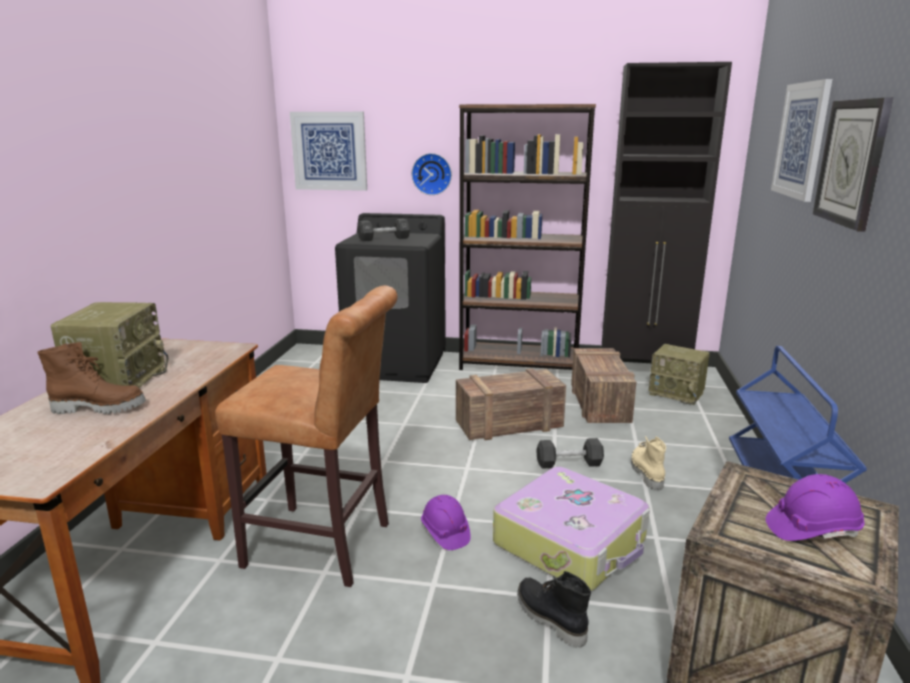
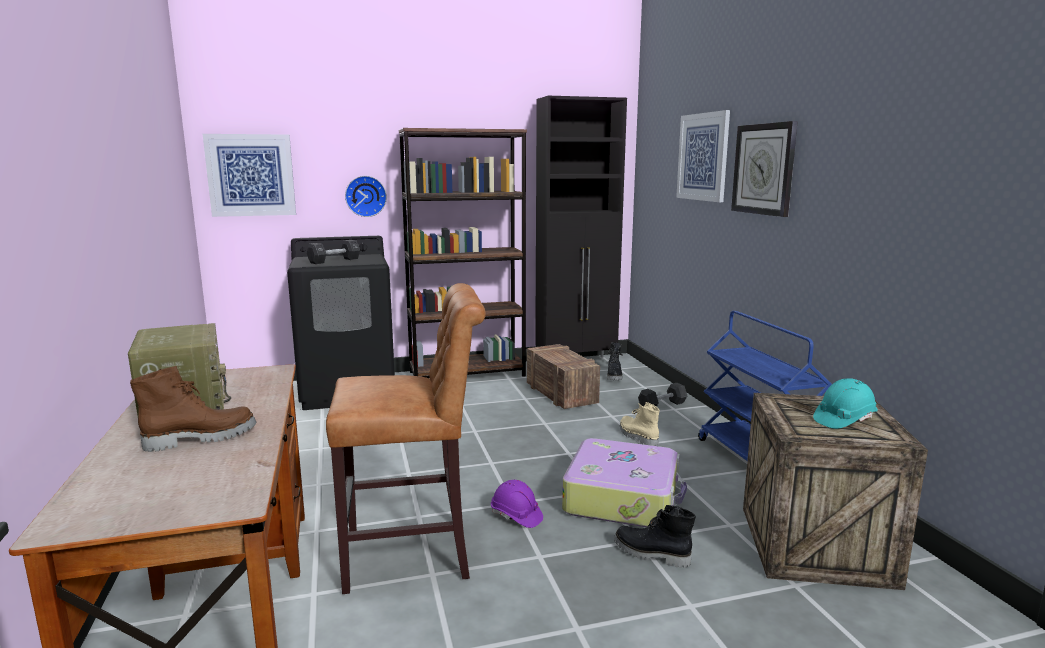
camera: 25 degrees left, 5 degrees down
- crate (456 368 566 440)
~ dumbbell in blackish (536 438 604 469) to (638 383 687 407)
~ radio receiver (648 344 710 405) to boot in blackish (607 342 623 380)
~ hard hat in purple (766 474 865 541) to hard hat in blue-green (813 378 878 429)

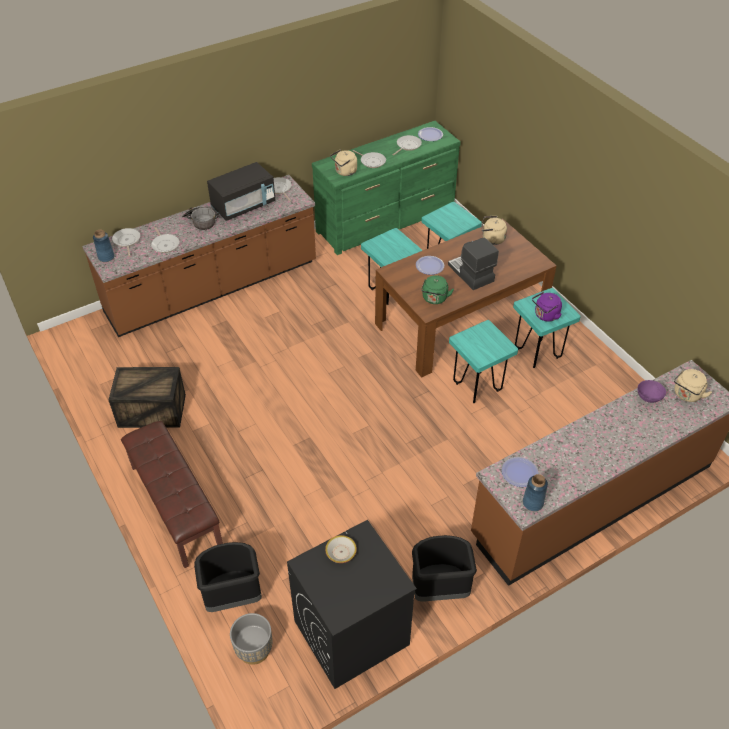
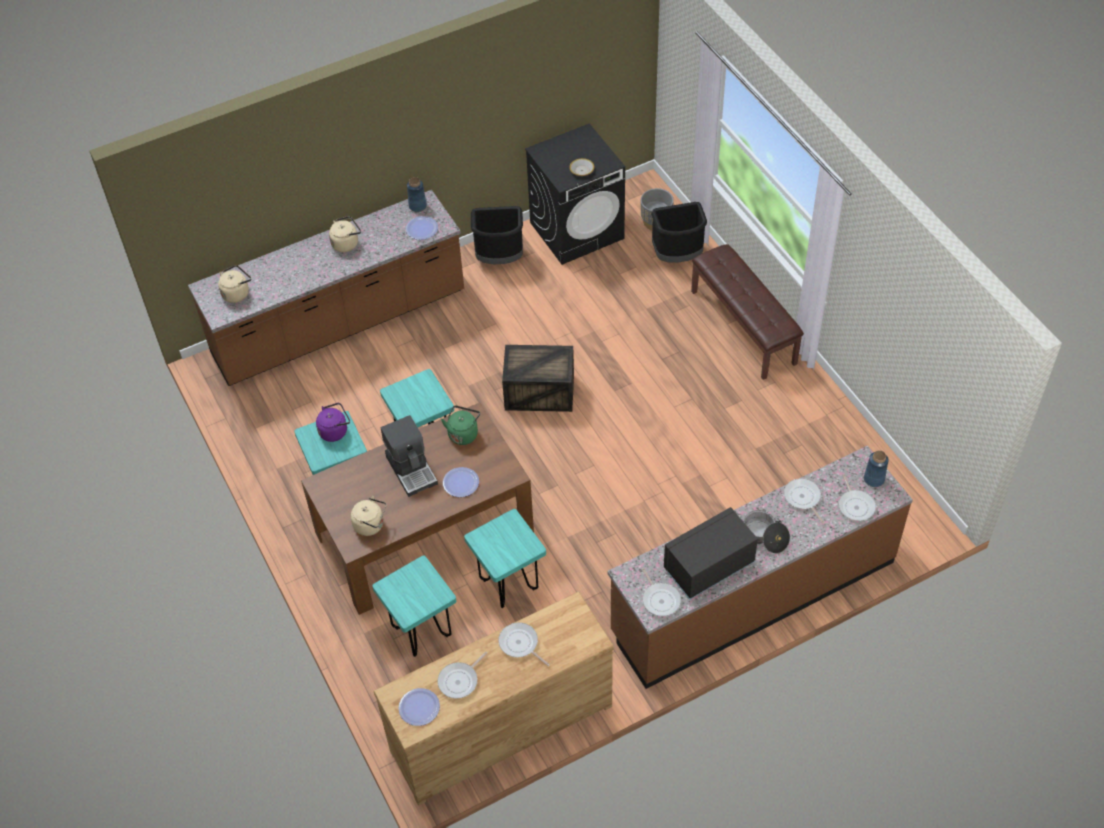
camera: 175 degrees left, 5 degrees up
~ crate (109 367 186 428) to (502 345 574 412)
~ drawer chest in green-coloured (312 121 461 255) to drawer chest in brownish (374 592 614 806)
~ tea kettle in beige-coloured (330 149 357 176) to (329 216 361 252)
- bowl in purple (637 380 666 403)

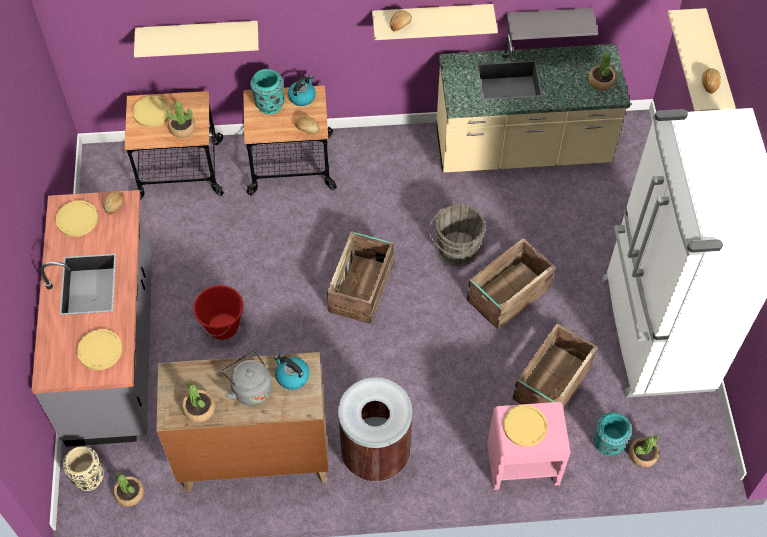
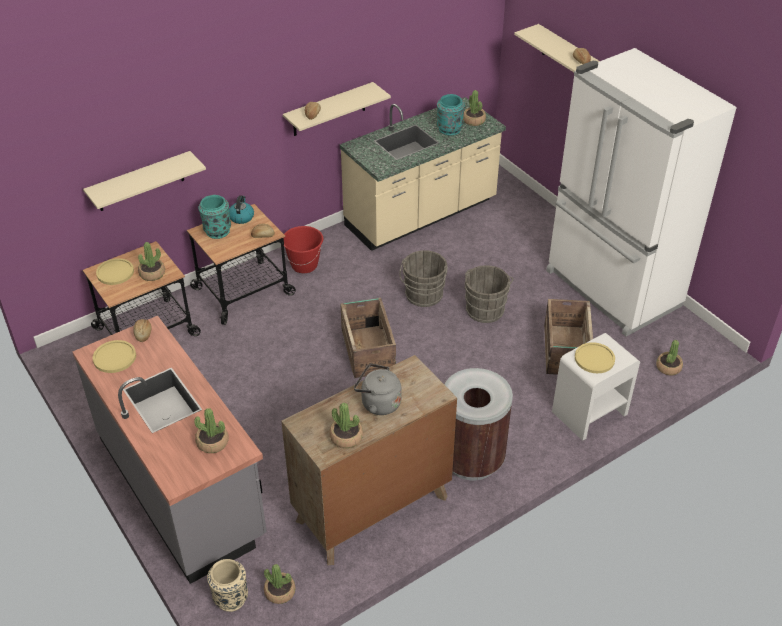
camera: 30 degrees left, 15 degrees down
~ dinner plate in yellowish (77 329 122 370) to plant in a pot (194 408 229 453)
~ pail in red (193 285 243 340) to (284 226 323 273)
- tea kettle (274 354 310 390)
~ crate (467 238 555 330) to pail in grey (465 265 513 323)
~ nightstand in pinkish (487 402 571 490) to nightstand in white-coloured (552 333 640 441)
- shelf in grey (507 8 598 40)
~ decorative vase in blue-green (593 412 632 456) to (437 94 465 135)

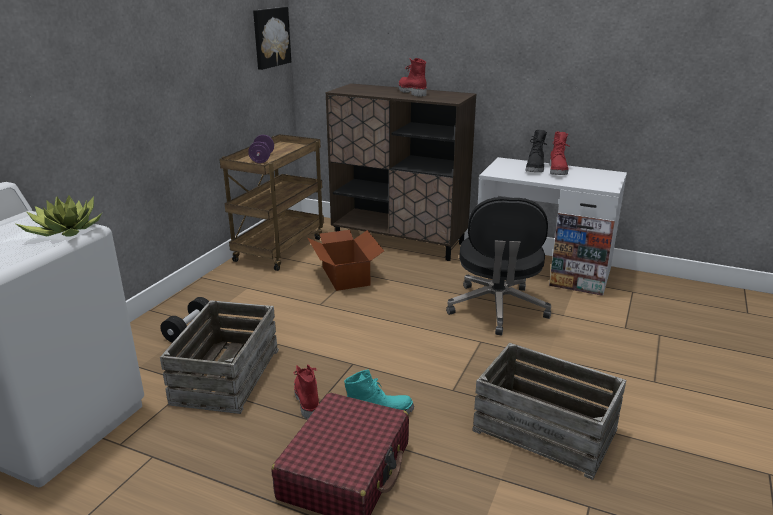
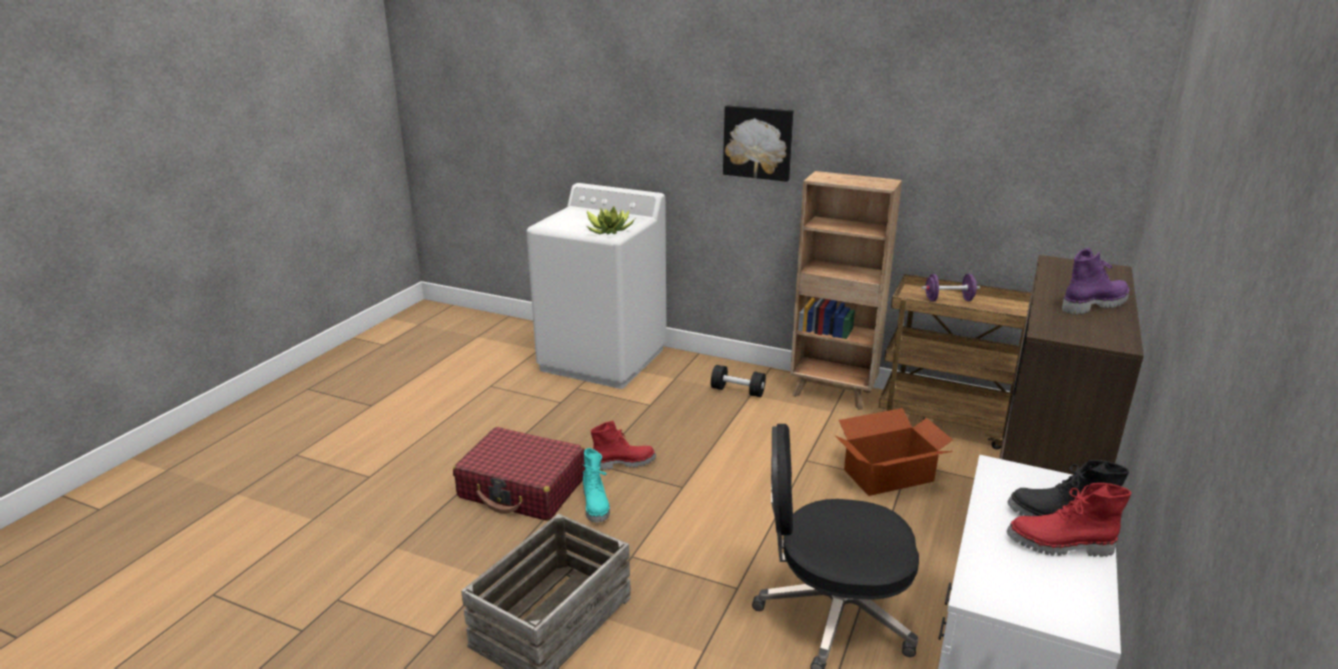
camera: 90 degrees right, 0 degrees up
- crate (160 300 279 414)
~ picture (253 7 291 70) to (723 105 794 182)
~ boot in red (399 58 427 97) to boot in purple (1062 248 1129 315)
+ bookshelf in brownish (790 171 902 410)

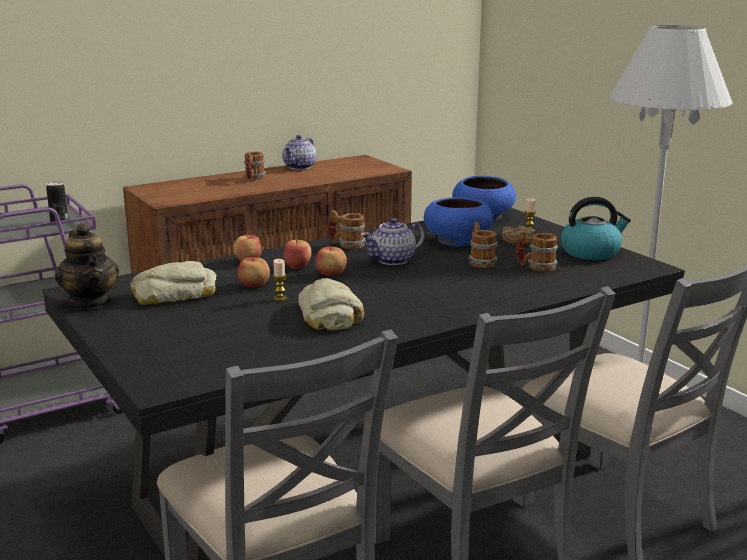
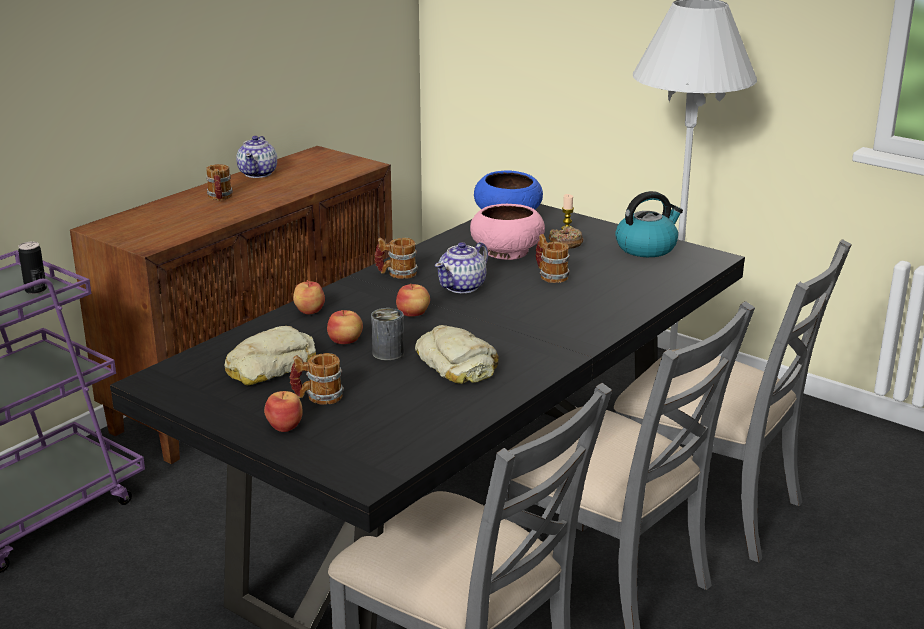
camera: 20 degrees left, 5 degrees up
- tea pot (55 223 119 309)
~ candle (272 259 287 301) to sealed can (371 308 404 361)
~ whole apple (283 238 312 269) to (264 391 303 432)
~ bowl in blue-coloured (424 197 493 247) to bowl in pinkish (470 204 545 260)
~ tea mug (516 230 558 272) to (290 353 344 405)

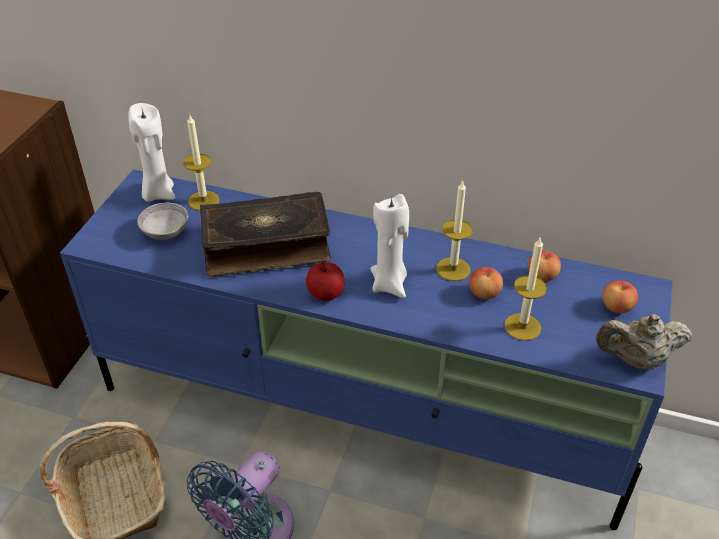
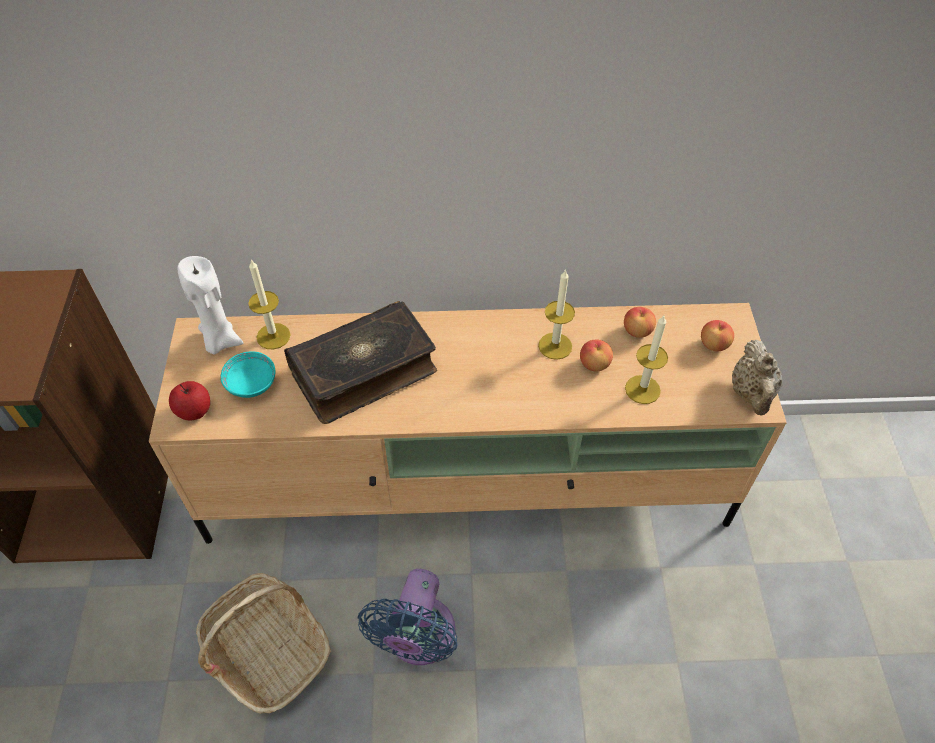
camera: 20 degrees left, 10 degrees up
~ media console in blue-coloured (60 169 673 530) to media console in beige-coloured (149 303 787 544)
~ bowl in grey (137 203 188 240) to bowl in blue-green (220 352 275 398)
~ whole apple (306 262 345 301) to (169 381 210 420)
- candle in white-coloured (371 194 409 298)
~ tea pot in beige-coloured (596 314 692 370) = (732 339 782 416) 60 degrees counterclockwise

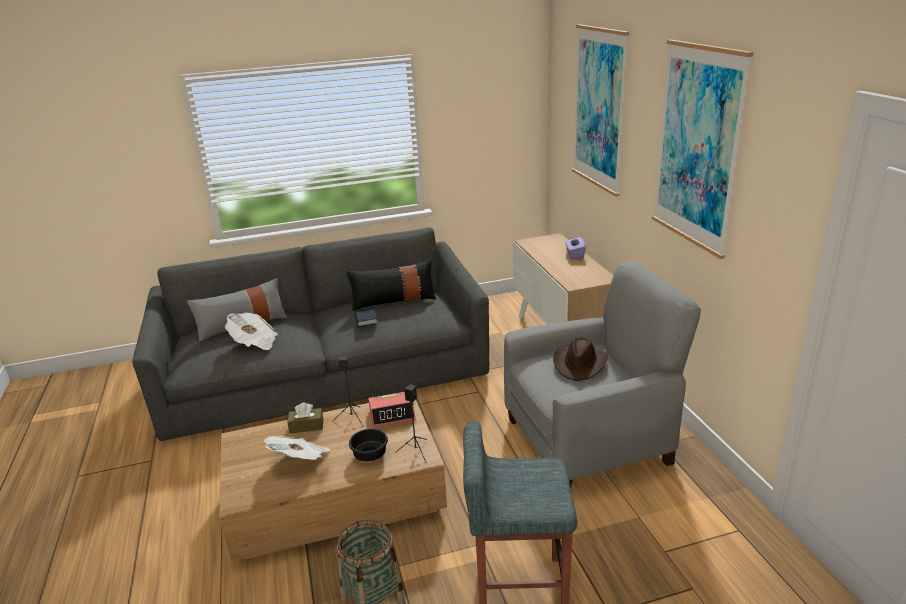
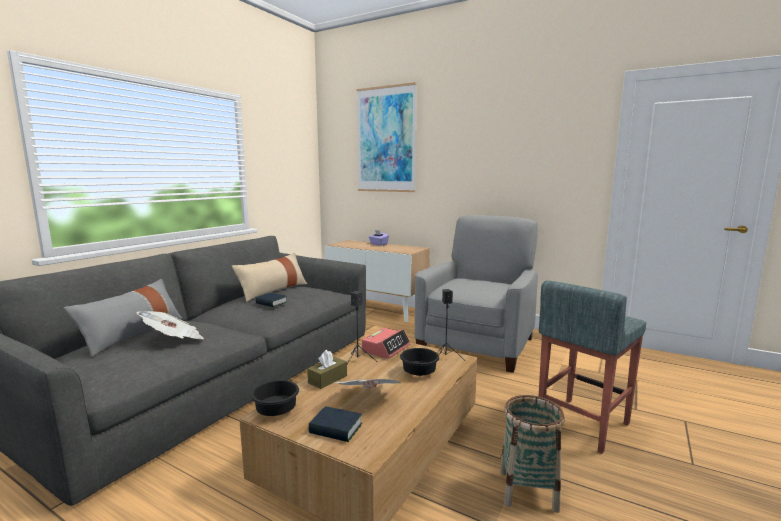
camera: 45 degrees left, 15 degrees down
~ cushion in blackish (346 260 436 311) to cushion in beige-coloured (232 253 307 302)
- hat in brownish (553 337 608 381)
- picture (652 40 753 259)
+ bowl in blackish (251 380 299 416)
+ book (308 406 362 442)

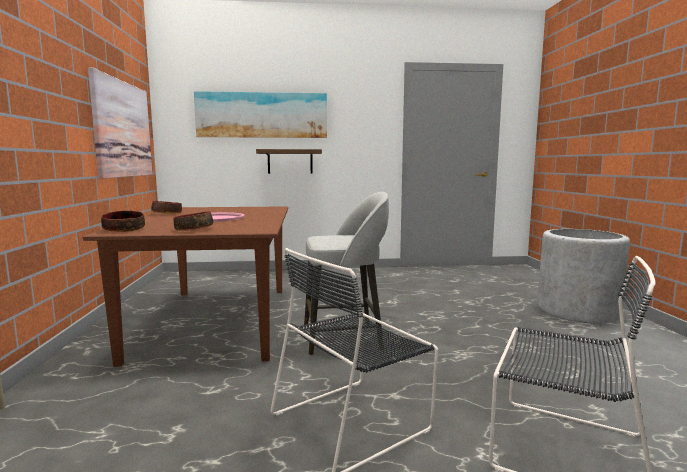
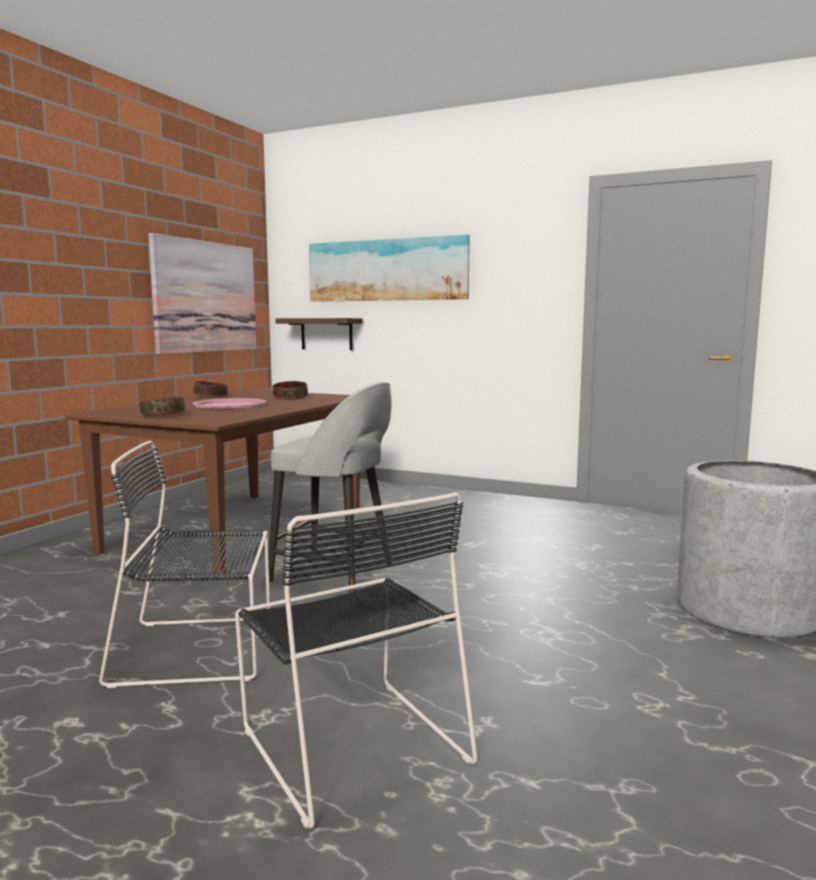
camera: 30 degrees right, 0 degrees up
~ bowl (101 211 145 232) to (272 381 308 400)
~ shelf (256 149 322 174) to (275 318 362 350)

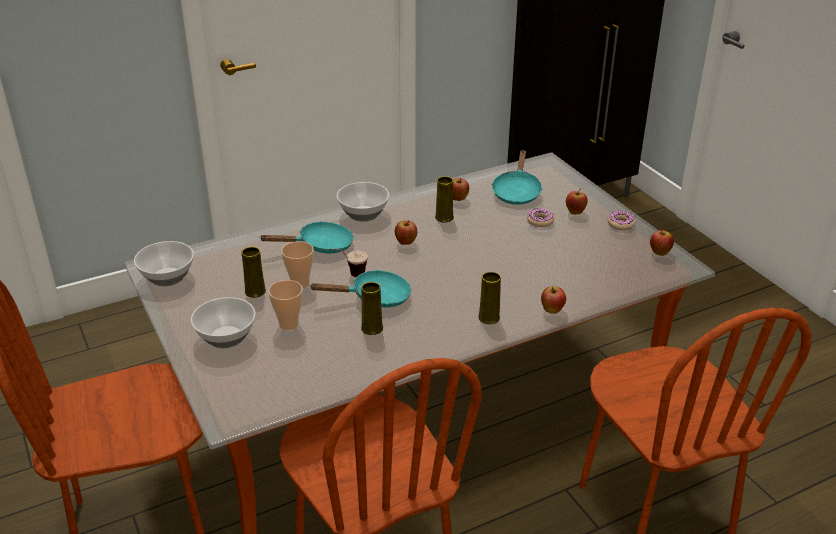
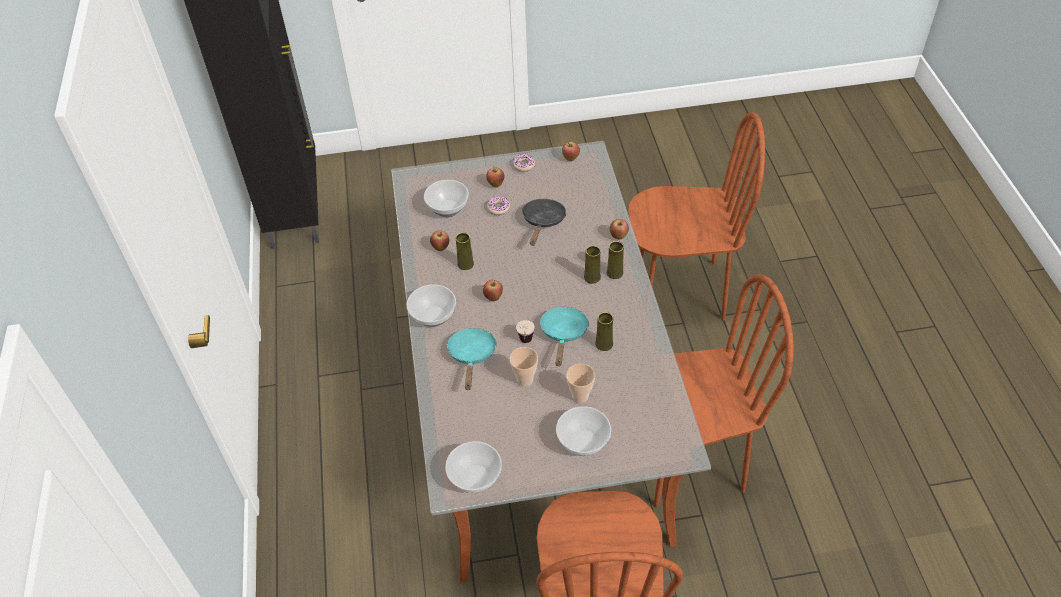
camera: 70 degrees left, 15 degrees up
~ decorative vase in yellowish (242 247 266 298) to (584 246 601 284)
~ pan in blue-green (492 150 543 205) to bowl (424 180 469 217)
+ pan in blackish (522 199 567 246)

